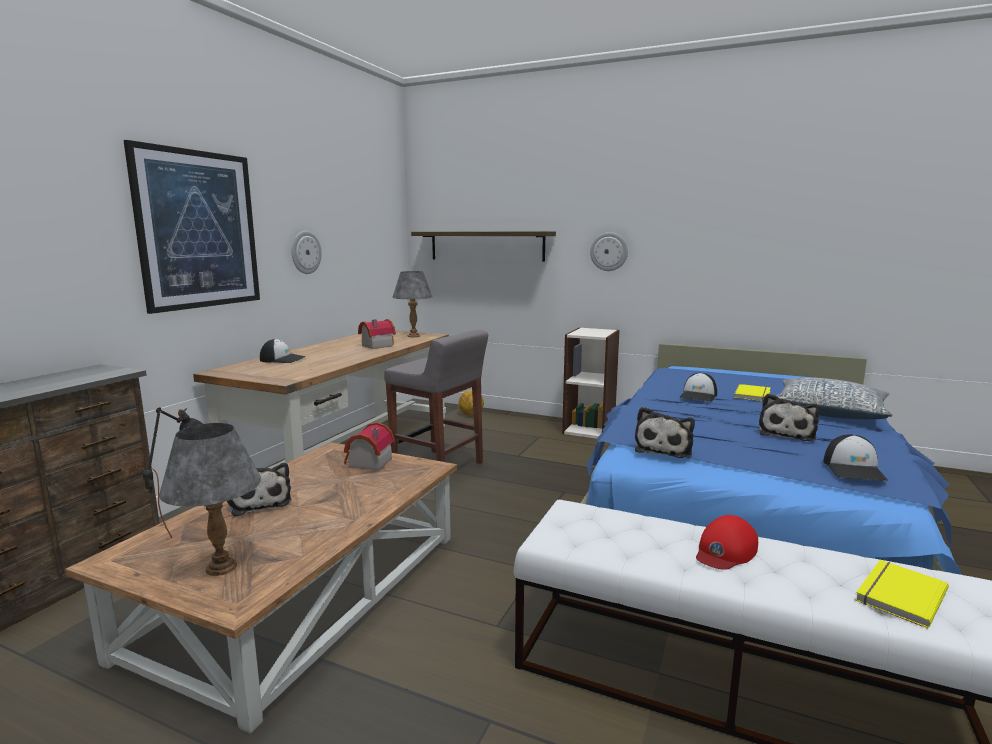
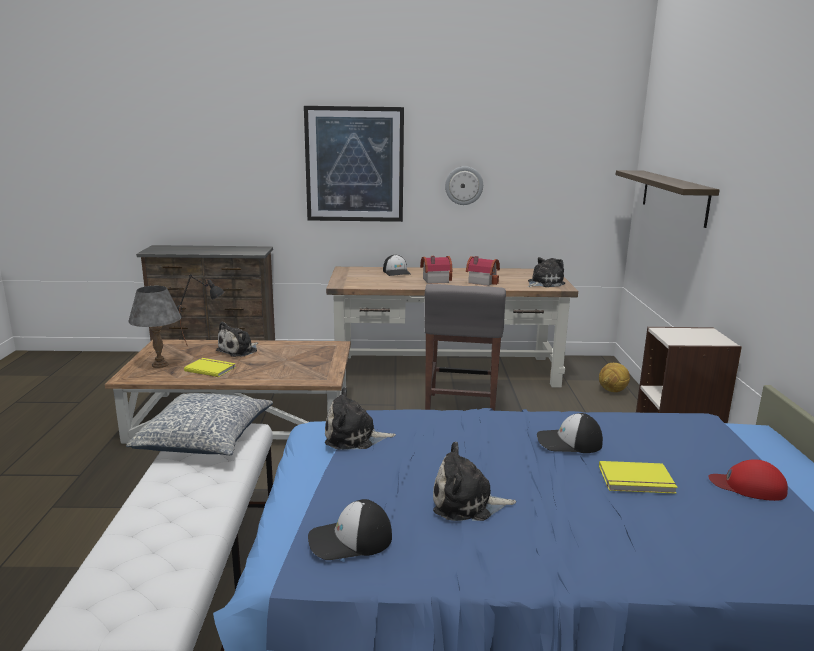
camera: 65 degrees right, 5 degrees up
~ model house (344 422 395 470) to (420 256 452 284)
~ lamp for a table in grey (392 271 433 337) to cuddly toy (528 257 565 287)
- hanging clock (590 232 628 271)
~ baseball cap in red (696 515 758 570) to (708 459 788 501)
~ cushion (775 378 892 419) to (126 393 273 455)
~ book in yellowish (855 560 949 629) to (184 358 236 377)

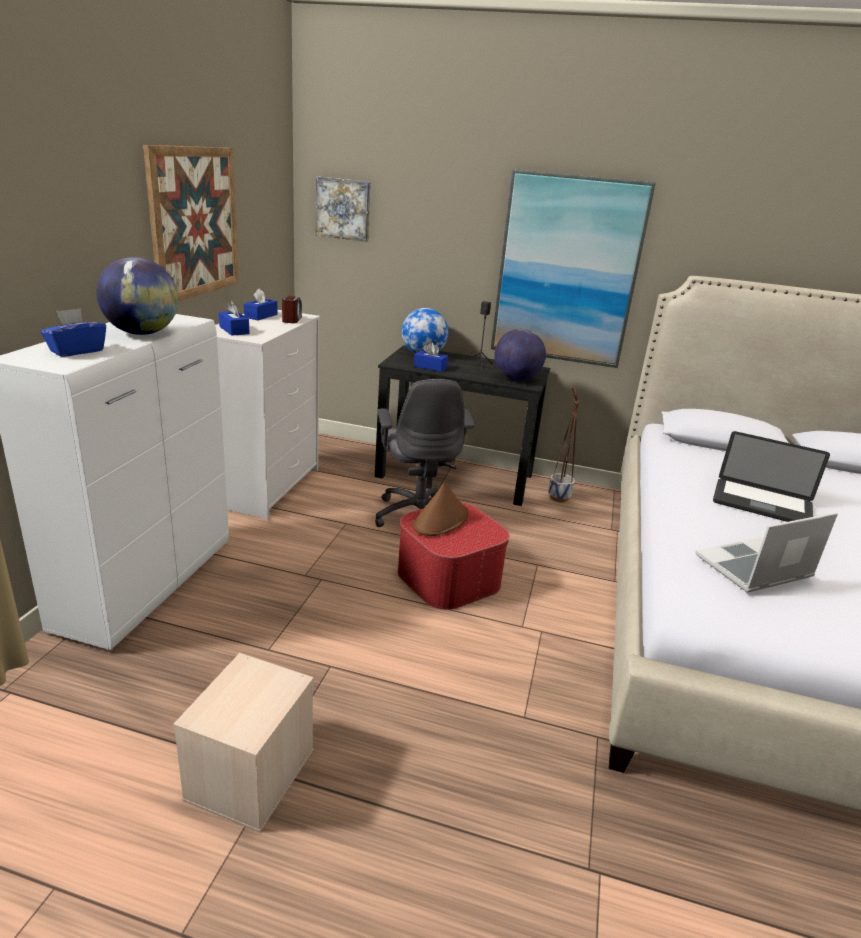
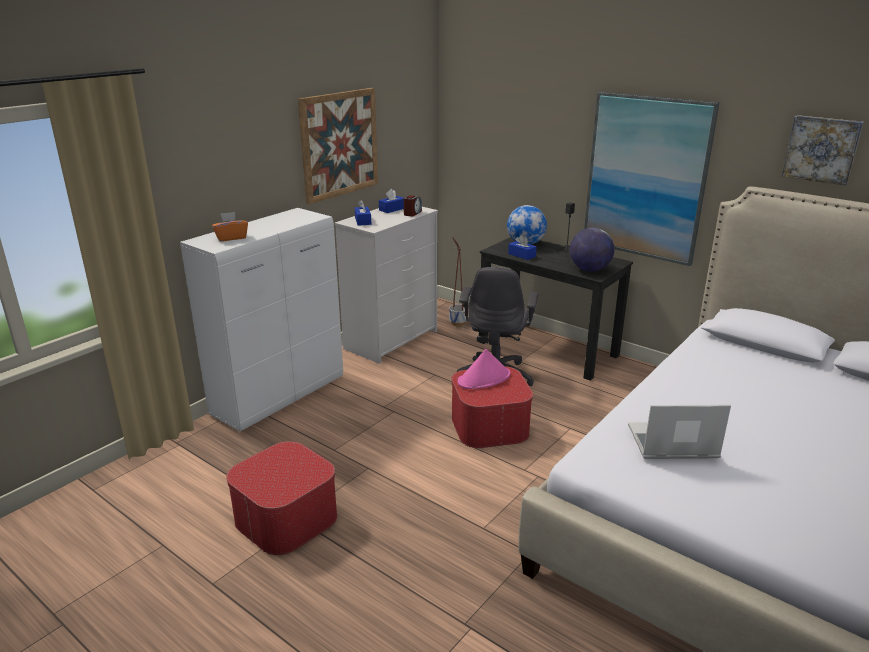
camera: 25 degrees right, 0 degrees up
~ tissue box in blue-coloured (40 308 106 357) to tissue box in orangey (212 212 248 242)
- globe (96 257 178 335)
~ storage container in beige-coloured (173 653 314 833) to pouffe (226 441 337 555)
~ picture (316 177 371 242) to (782 115 863 185)
~ hat in brownish (412 482 469 536) to hat in pinkish (457 349 510 389)
~ planter (548 388 579 503) to (449 237 467 326)
- portable computer (713 431 830 522)

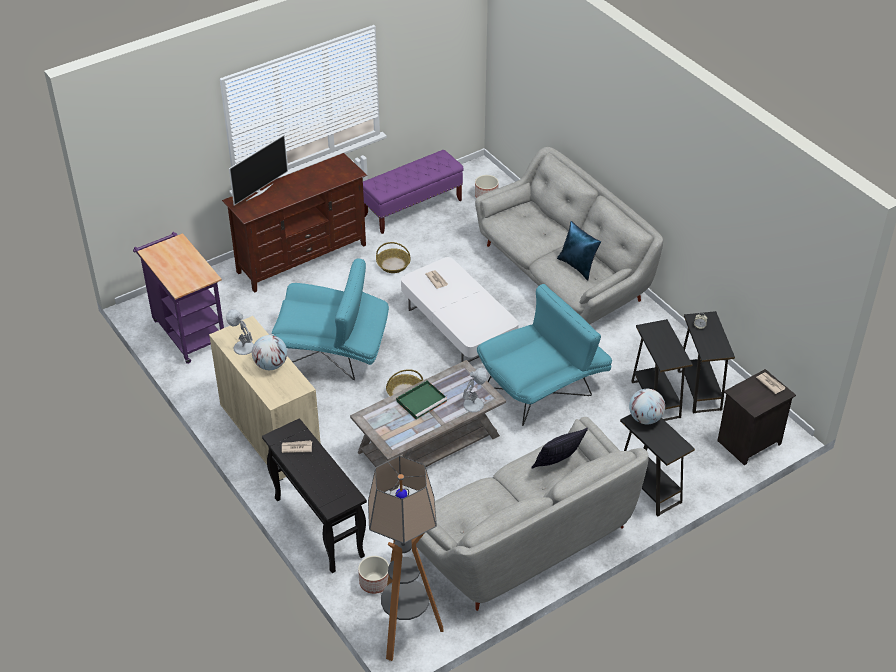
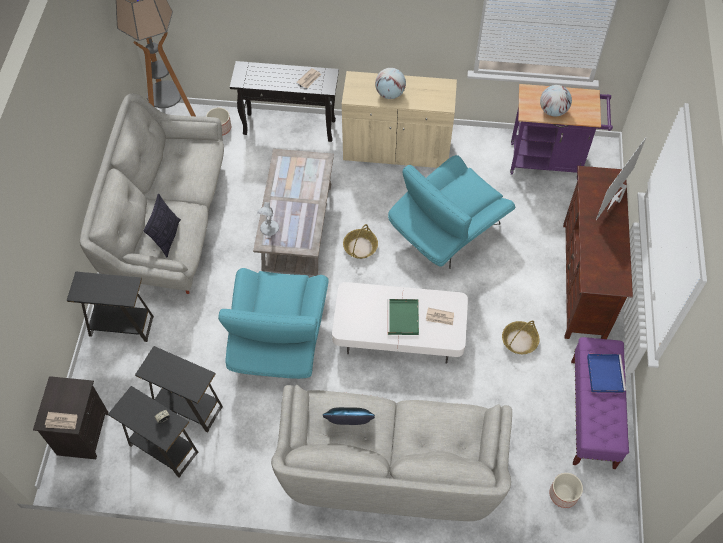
camera: 130 degrees right, 15 degrees up
- lamp for a table in white-coloured (226 309 254 355)
~ TV set (229 135 288 206) = (596 137 646 220) 45 degrees clockwise
~ tray in green-coloured (396 380 448 419) to (387 299 419 335)
~ globe (629 389 665 424) to (540 85 572 117)
+ tray in blue-coloured (587 354 626 393)

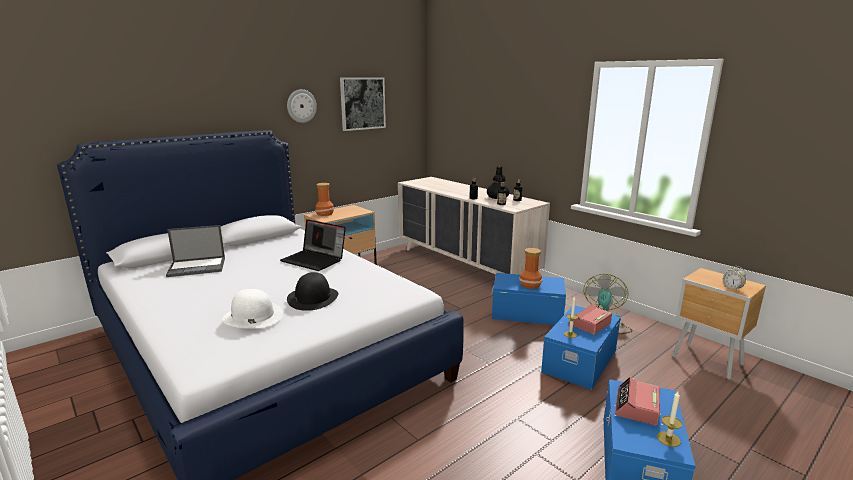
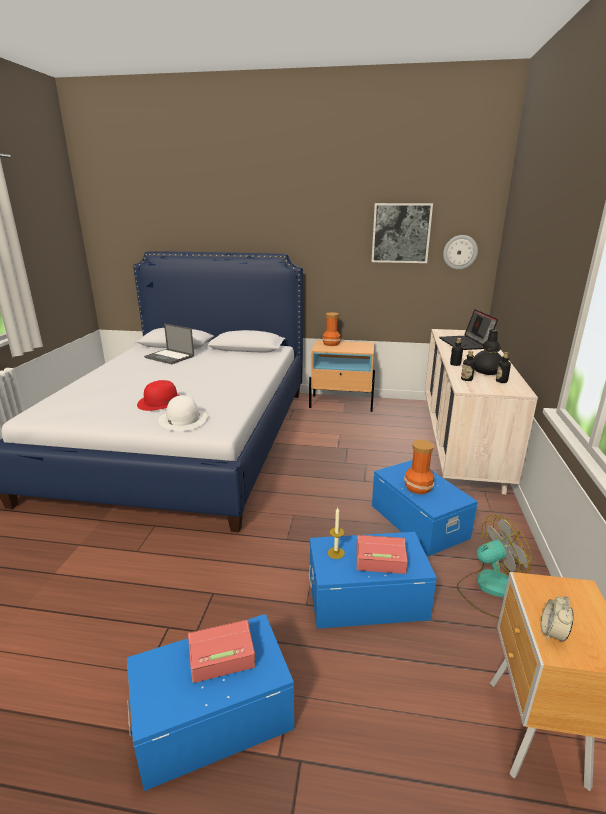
camera: 50 degrees right, 5 degrees up
~ hat in white-coloured (222 289 283 329) to (158 395 207 431)
~ portable computer (280 219 346 271) to (439 309 498 350)
~ hanging clock (287 89 317 123) to (443 235 478 270)
~ hat in blackish (287 272 338 311) to hat in red (137 380 180 411)
- candle (657 391 682 447)

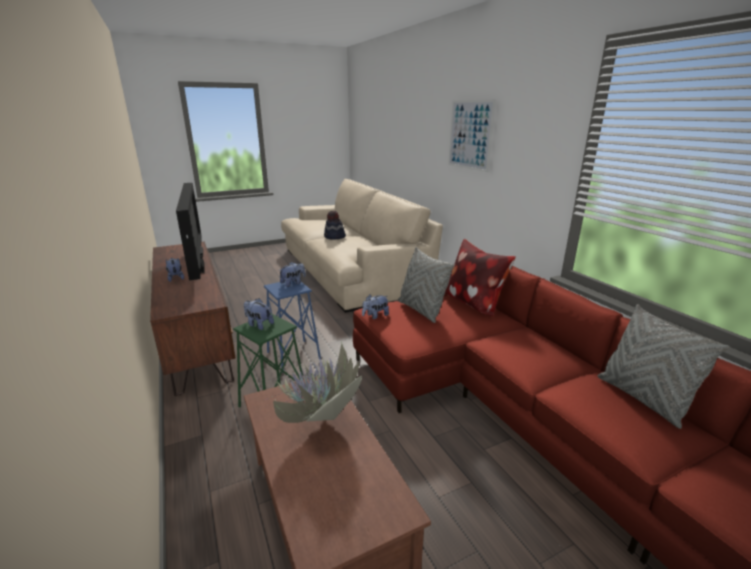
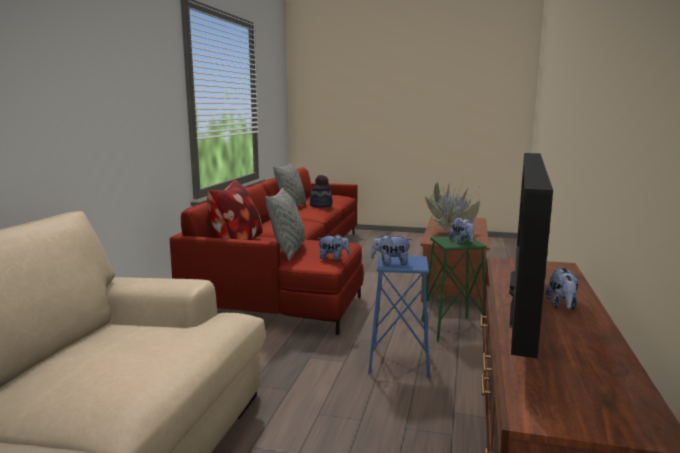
camera: 140 degrees left, 10 degrees down
~ hat (324 211 346 239) to (310 175 333 208)
- picture (448 99 496 172)

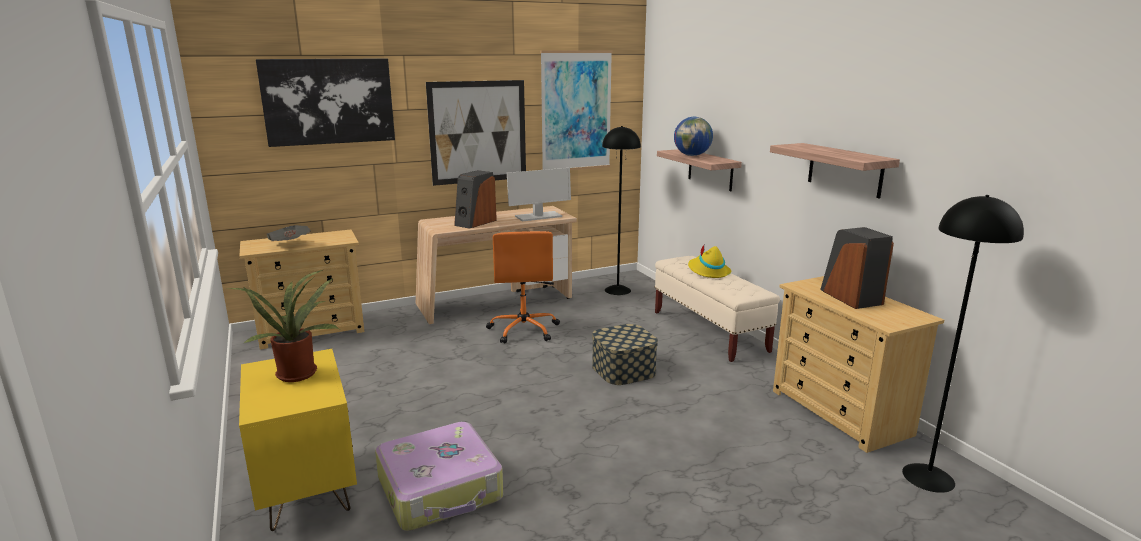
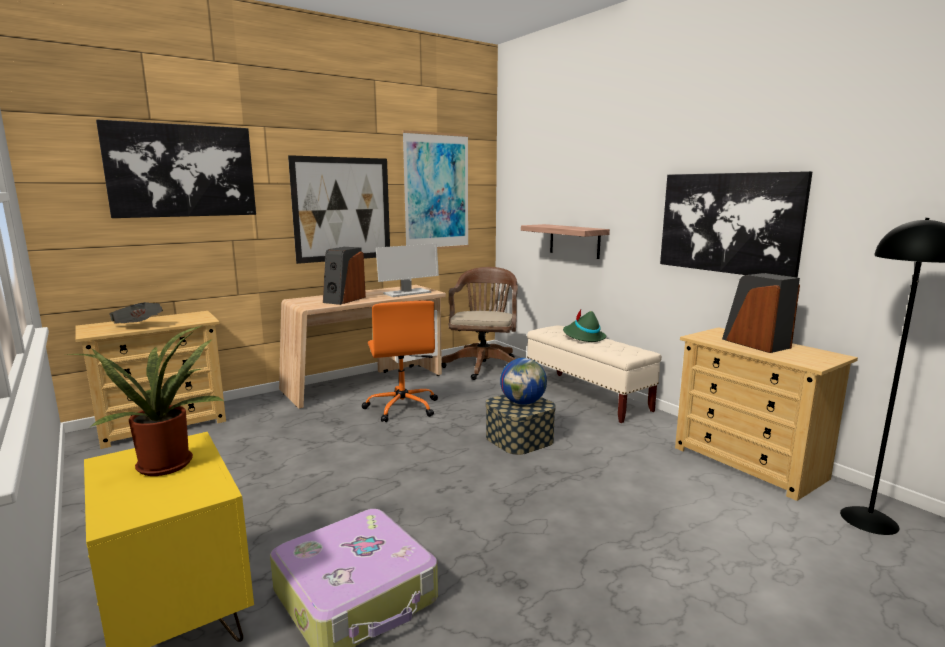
camera: 10 degrees left, 5 degrees down
~ standing lamp in blackish (602 126 641 295) to office chair in brownish (442 267 518 380)
~ globe (674 117 713 156) to (500 358 547 405)
~ hat in yellowish (688 245 731 278) to hat in green-coloured (563 310 606 342)
~ shelf (770 143 900 199) to picture (660 171 812 278)

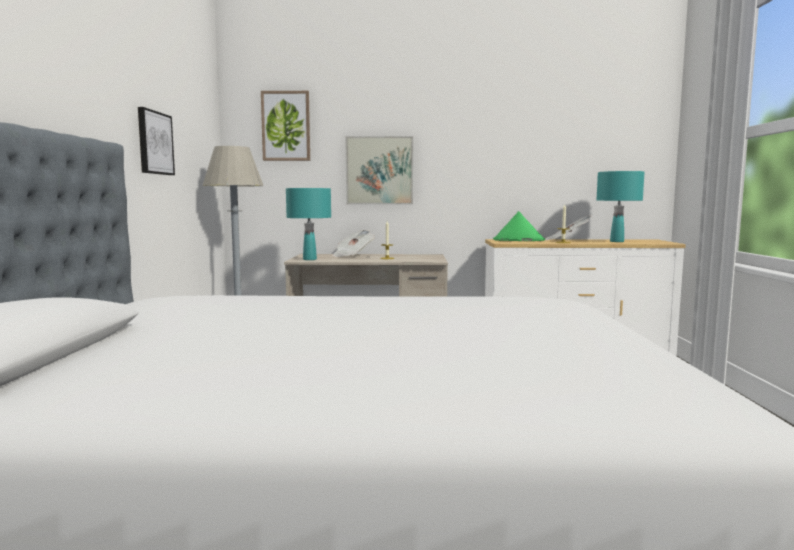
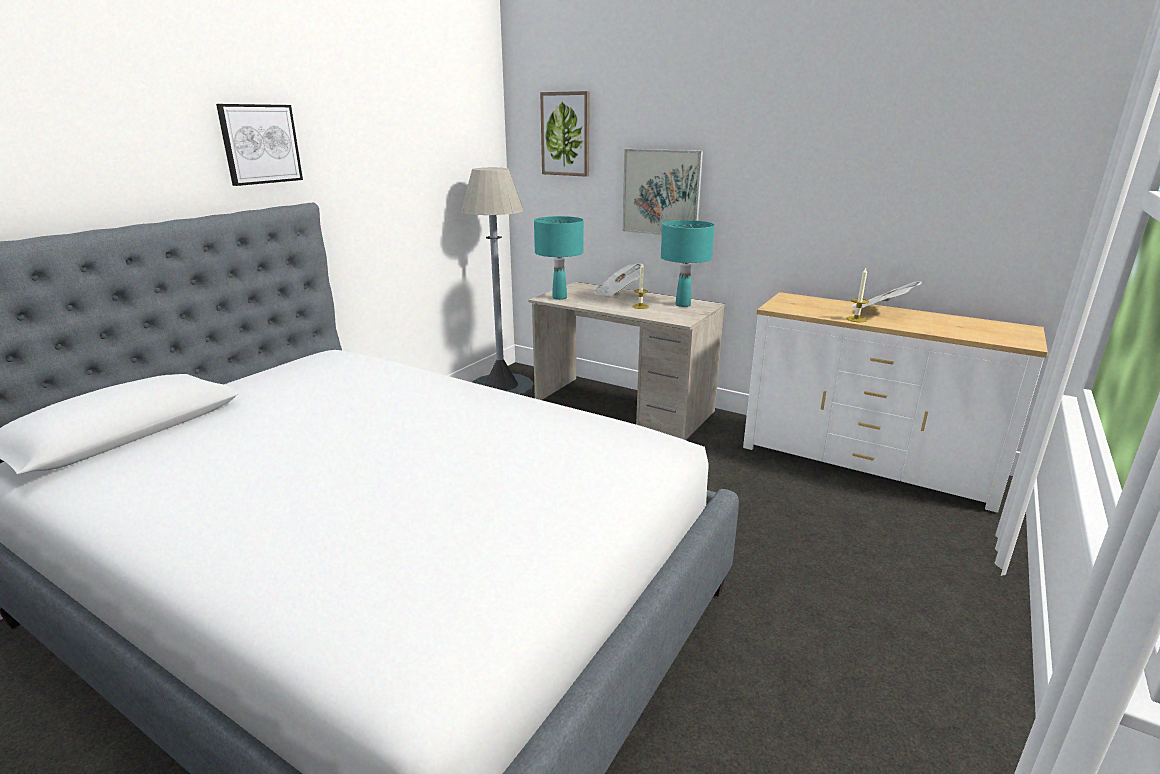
camera: 30 degrees right, 15 degrees up
~ picture (138 107 175 175) to (216 104 303 186)
- hat in green-coloured (493 211 545 241)
~ lamp for a table in blue-green (597 171 645 242) to (661 220 715 307)

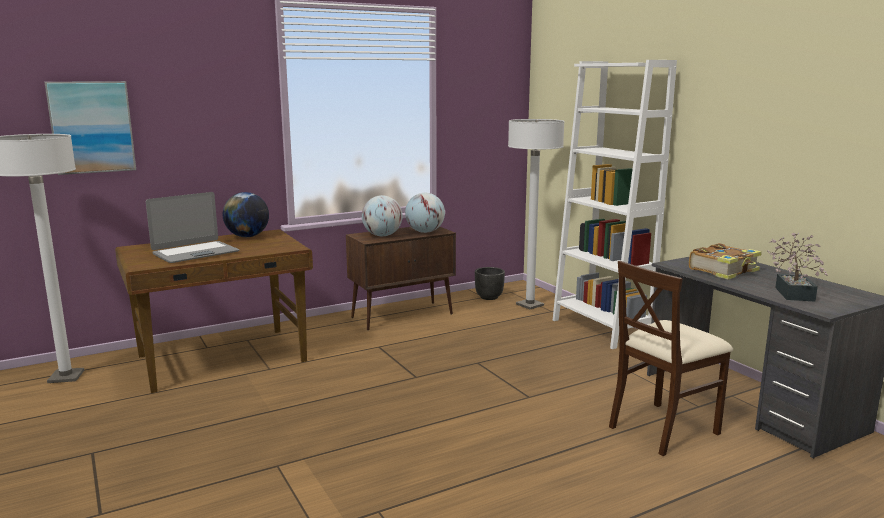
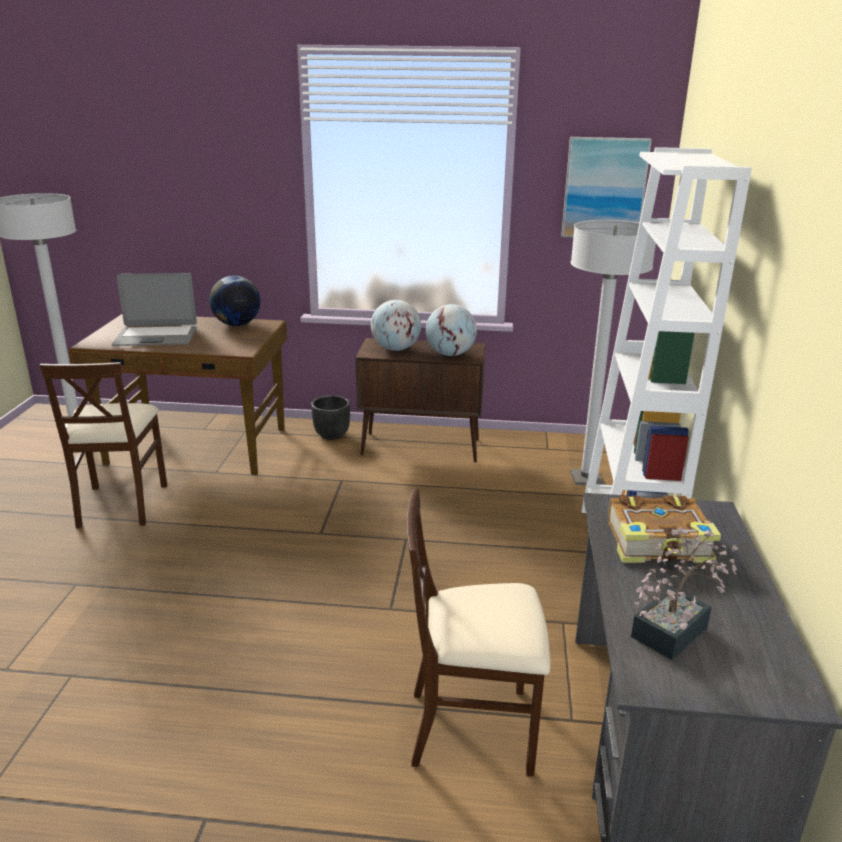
camera: 35 degrees right, 10 degrees up
~ picture (45 81 136 175) to (561 137 652 237)
~ planter in blackish (475 267 505 300) to (311 395 350 440)
+ chair in beige-coloured (39 362 167 528)

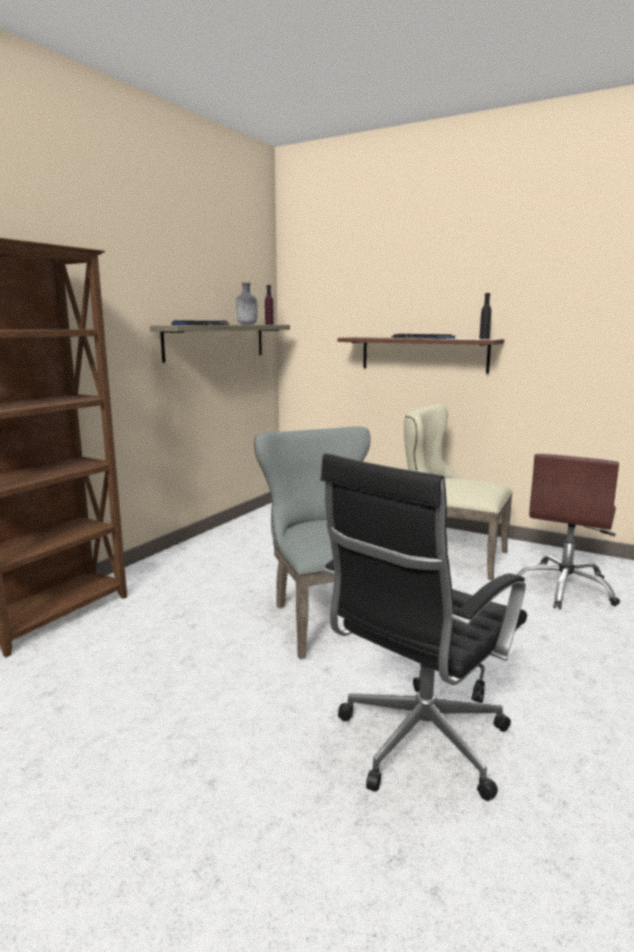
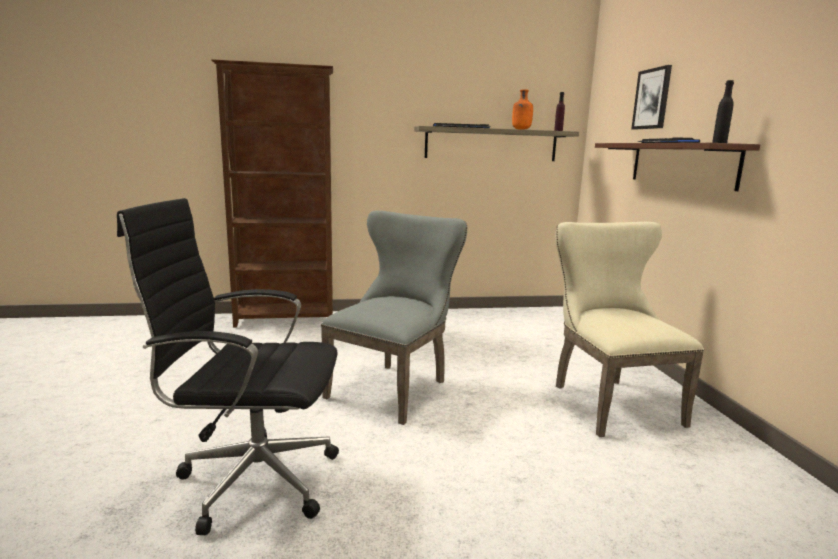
camera: 50 degrees right, 0 degrees up
~ bottle in grey (236 282 258 325) to bottle in orangey (512 89 533 130)
- office chair in brownish (517 454 620 610)
+ picture (631 65 672 130)

